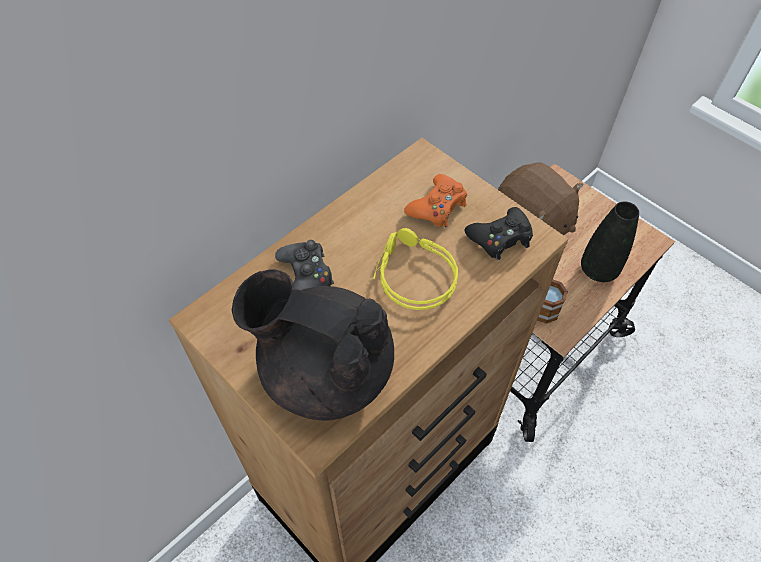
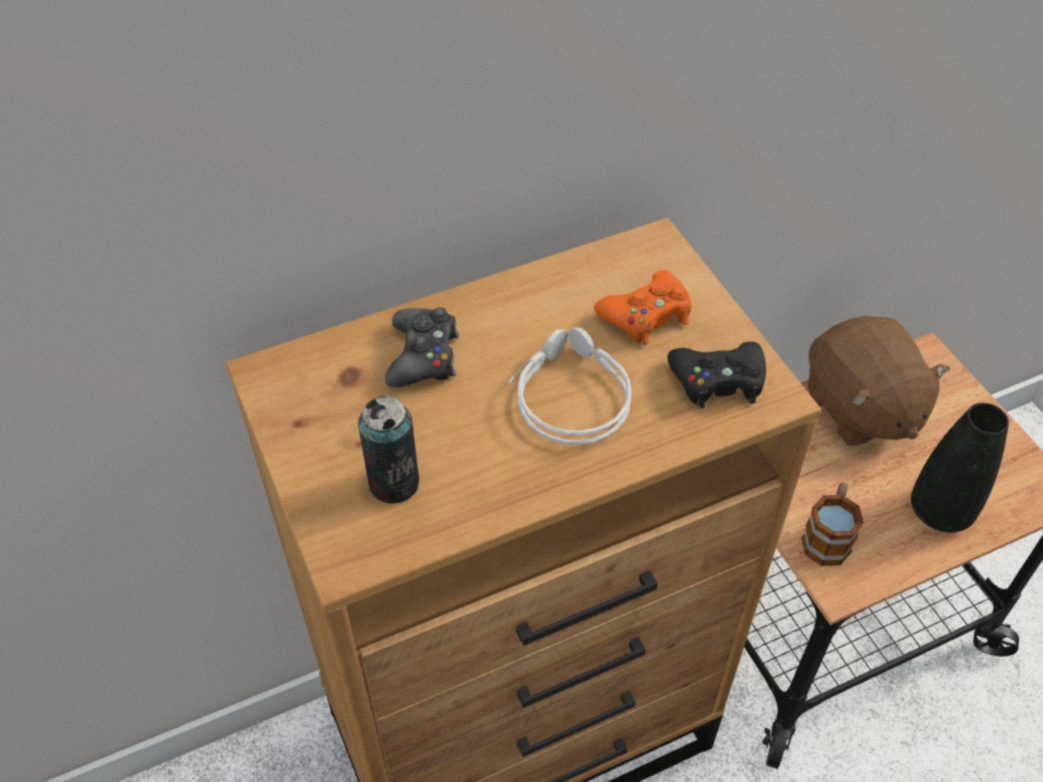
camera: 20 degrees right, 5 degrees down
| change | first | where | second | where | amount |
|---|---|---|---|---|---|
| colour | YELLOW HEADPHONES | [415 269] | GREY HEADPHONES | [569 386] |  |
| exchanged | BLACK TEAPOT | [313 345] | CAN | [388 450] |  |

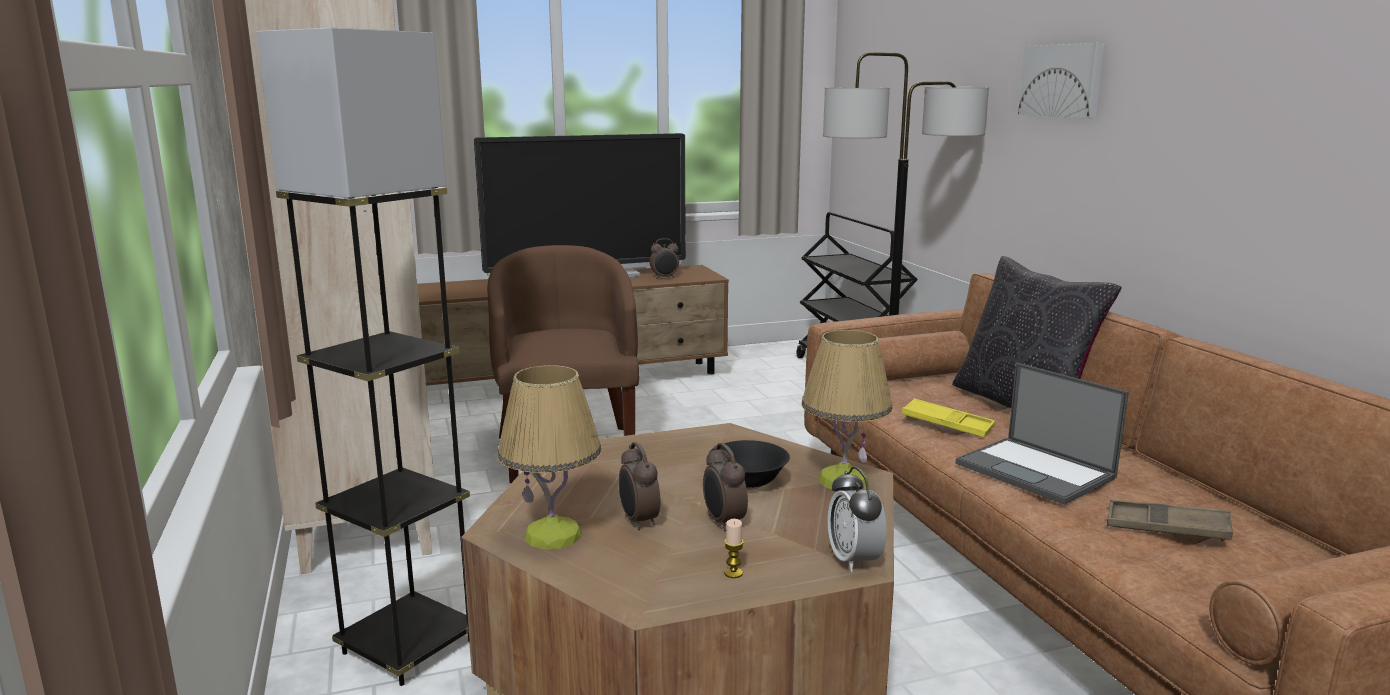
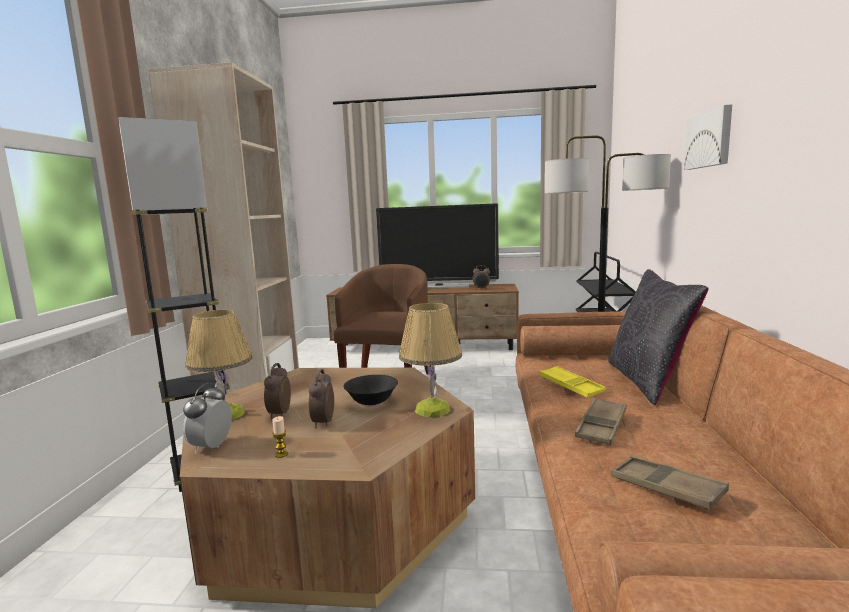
camera: 25 degrees right, 5 degrees down
| change | first | where | second | where | amount |
|---|---|---|---|---|---|
| exchanged | LAPTOP | [1042 434] | BROWN TRAY | [601 421] |  |
| relocated | ALARM CLOCK | [857 519] |  | [207 418] |  |

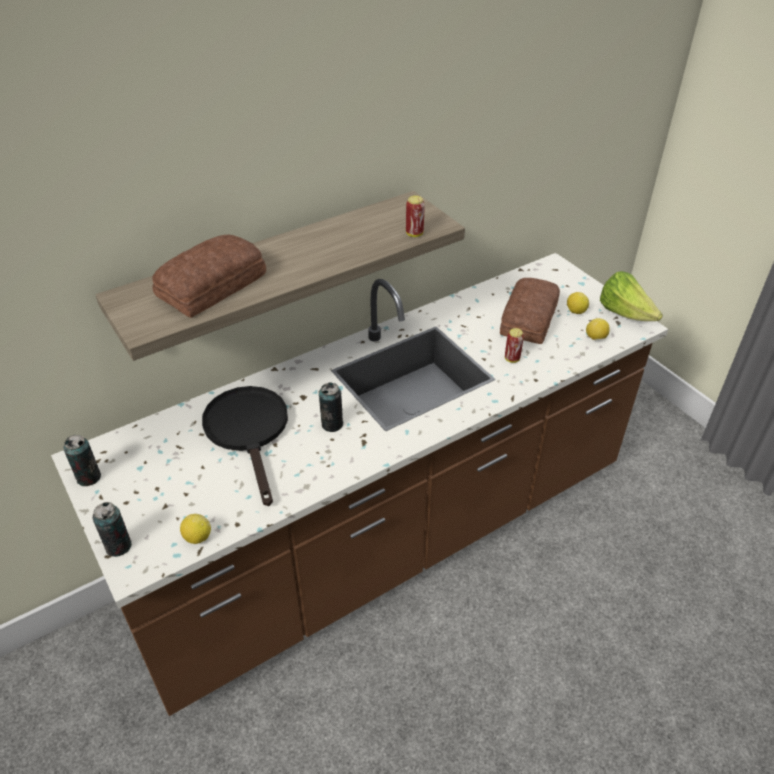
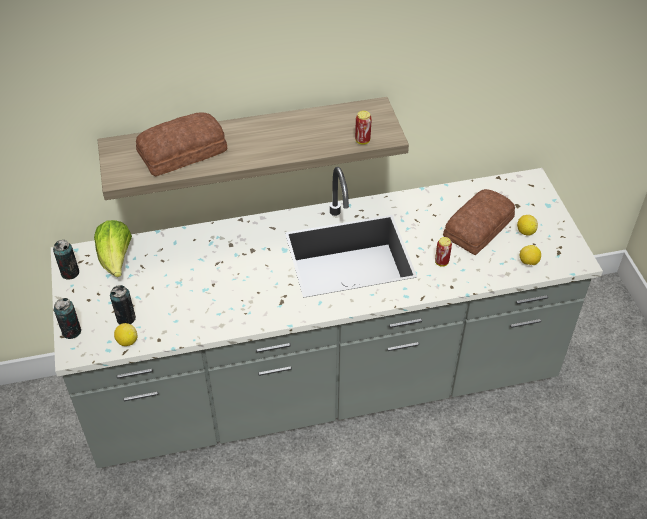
camera: 20 degrees right, 5 degrees up
| change | first | where | second | where | amount |
|---|---|---|---|---|---|
| colour | BROWN COUNTER | [359 484] | GREY COUNTER | [327 317] |  |
| relocated | LETTUCE | [631 296] |  | [113 248] |  |
| relocated | CAN | [331 407] |  | [123 304] |  |
| missing | BLACK FRYING PAN | [245 446] |  |  |  |

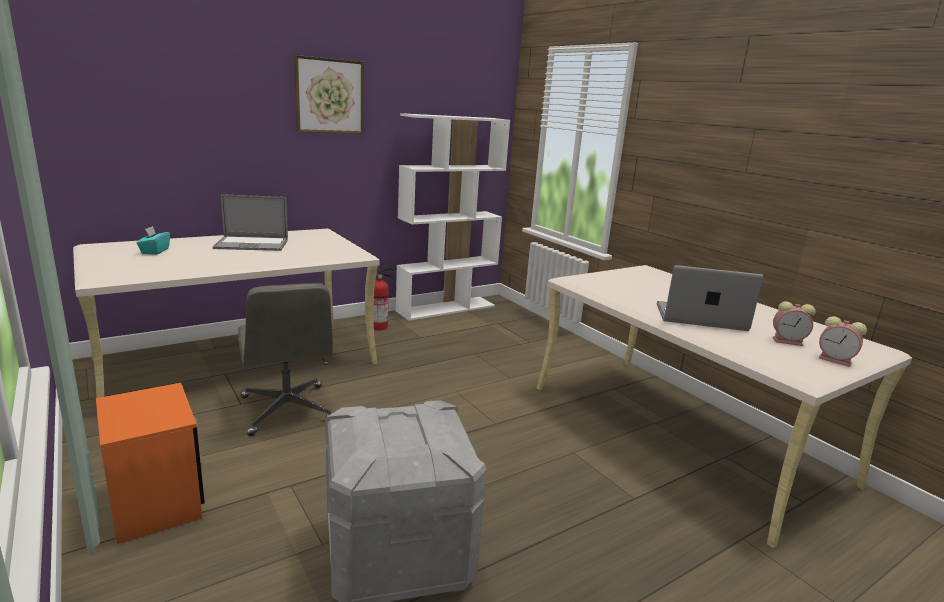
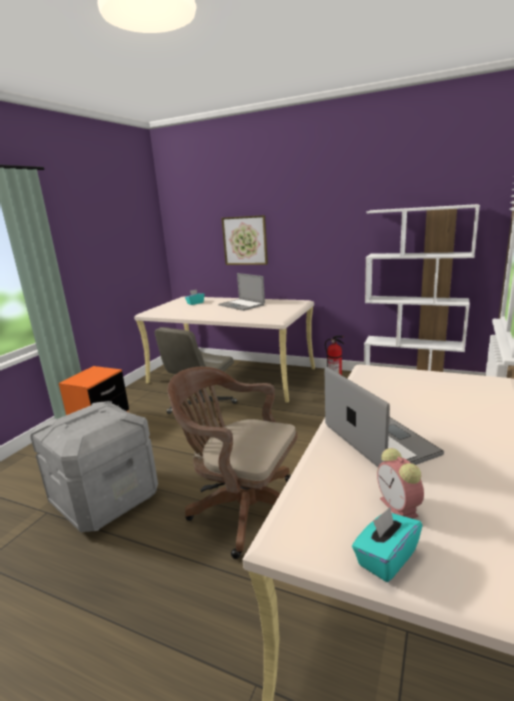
camera: 60 degrees right, 0 degrees up
| change | first | where | second | where | amount |
|---|---|---|---|---|---|
| relocated | PICTURE | [329 94] |  | [244 240] |  |
| exchanged | ALARM CLOCK | [843 341] | TURQUOISE TISSUE BOX | [387 544] |  |
| appeared |  |  | BROWN OFFICE CHAIR | [232 463] |  |

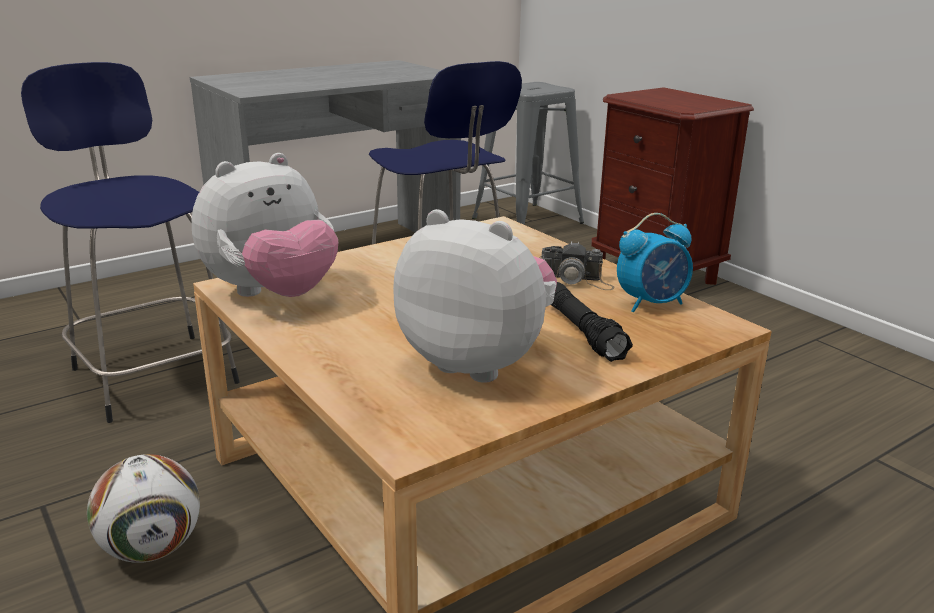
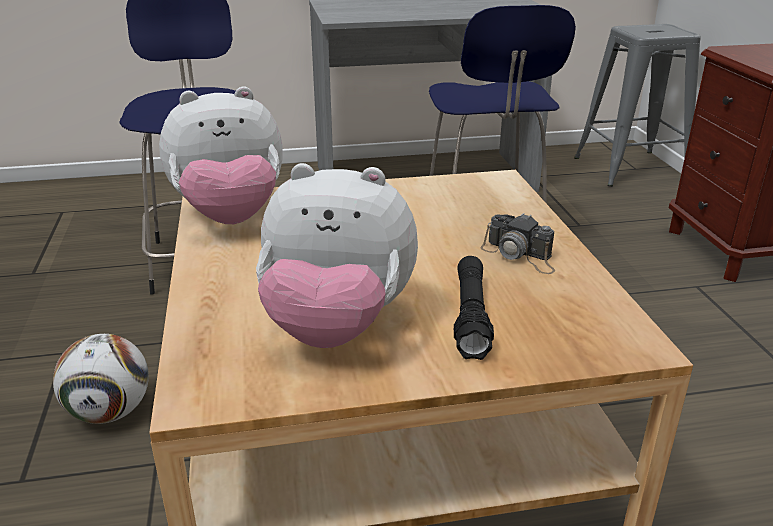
camera: 25 degrees right, 5 degrees up
| change | first | where | second | where | amount |
|---|---|---|---|---|---|
| spun | PLUSH TOY | [475 296] |  | [337 255] | 135 degrees clockwise |
| missing | ALARM CLOCK | [655 262] |  |  |  |

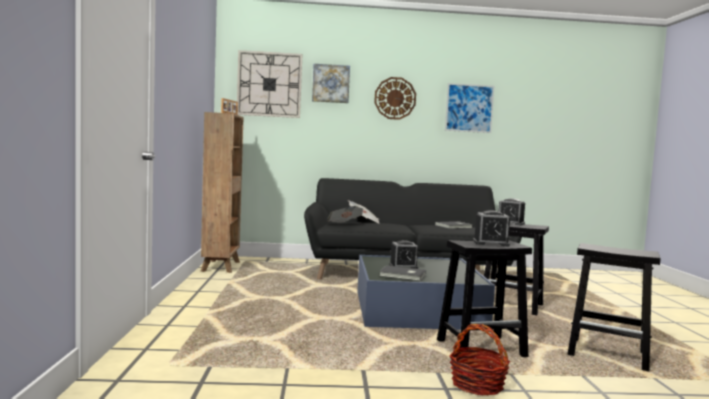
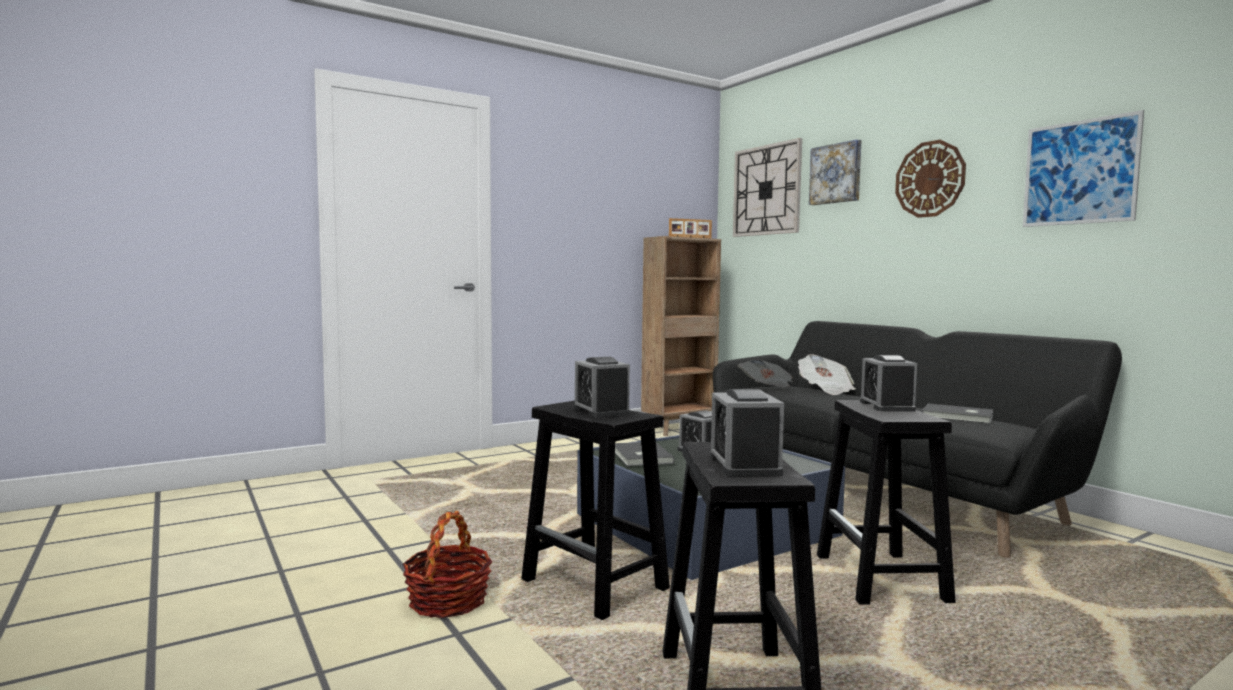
camera: 60 degrees right, 0 degrees up
| change | first | where | second | where | amount |
|---|---|---|---|---|---|
| appeared |  |  | ALARM CLOCK | [747 433] |  |

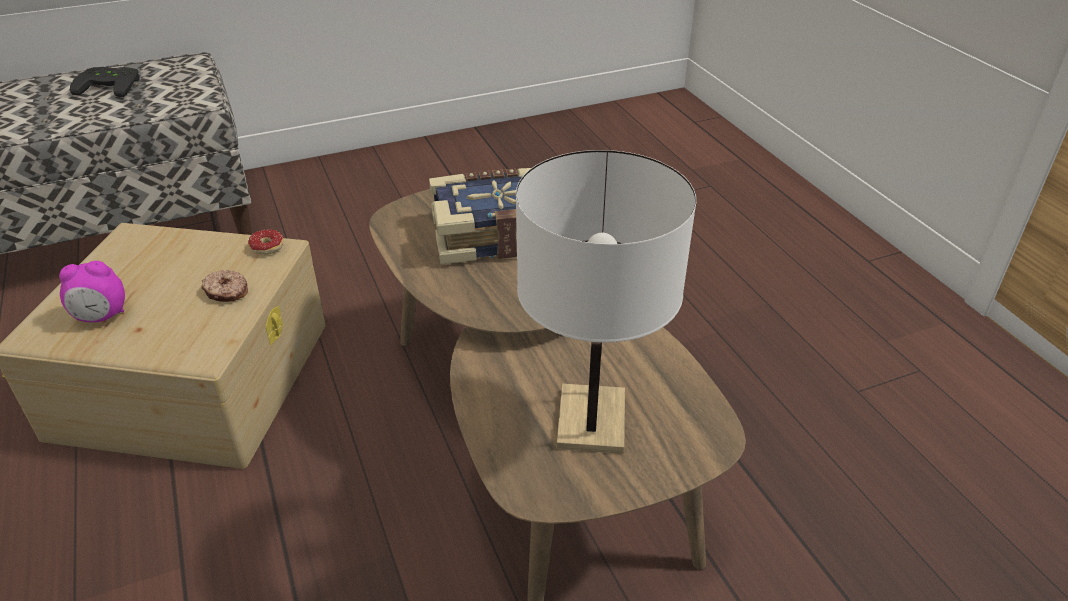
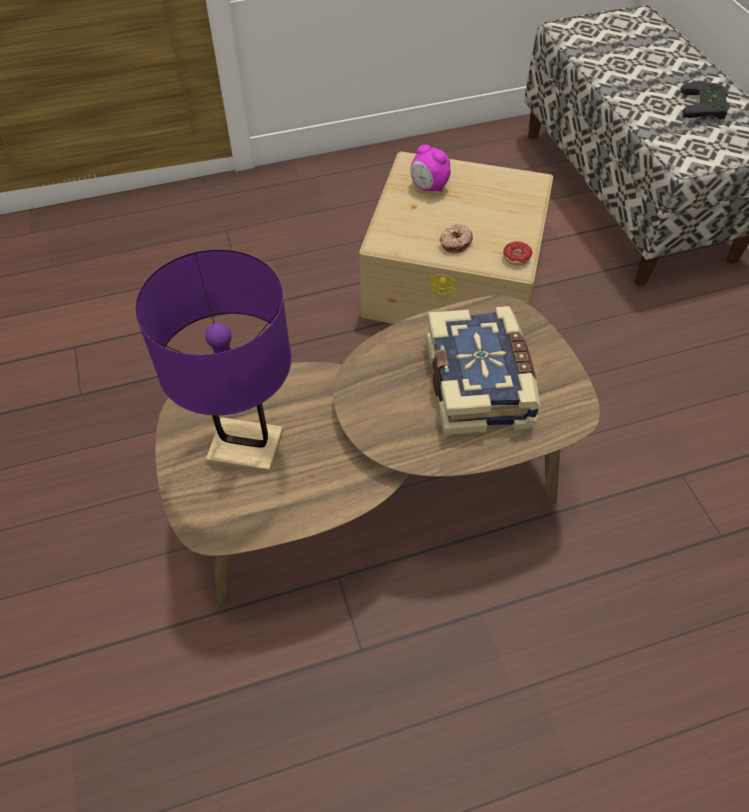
camera: 95 degrees right, 15 degrees up
| change | first | where | second | where | amount |
|---|---|---|---|---|---|
| colour | WHITE TABLE LAMP | [606 302] | PURPLE TABLE LAMP | [213 361] |  |
| spun | ALARM CLOCK | [92 291] |  | [431 168] | 45 degrees counterclockwise |

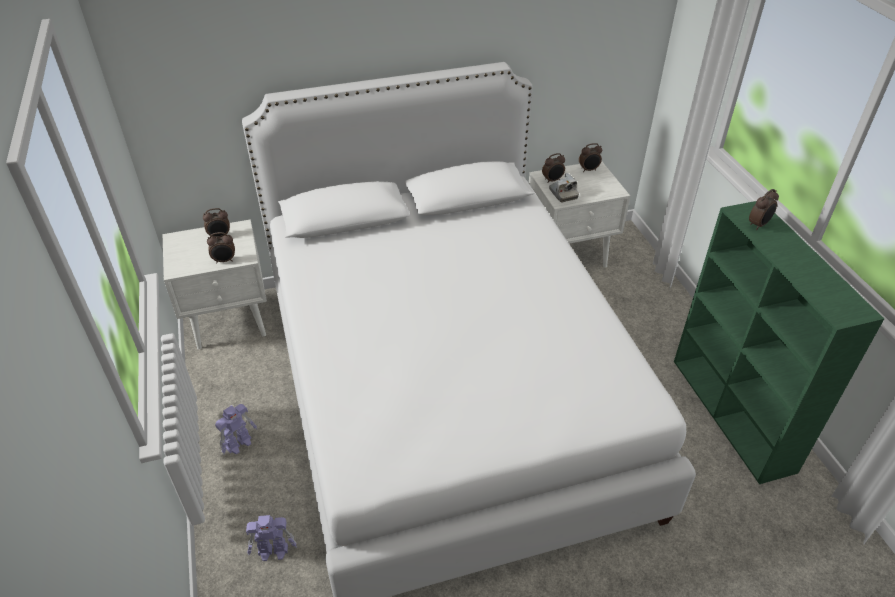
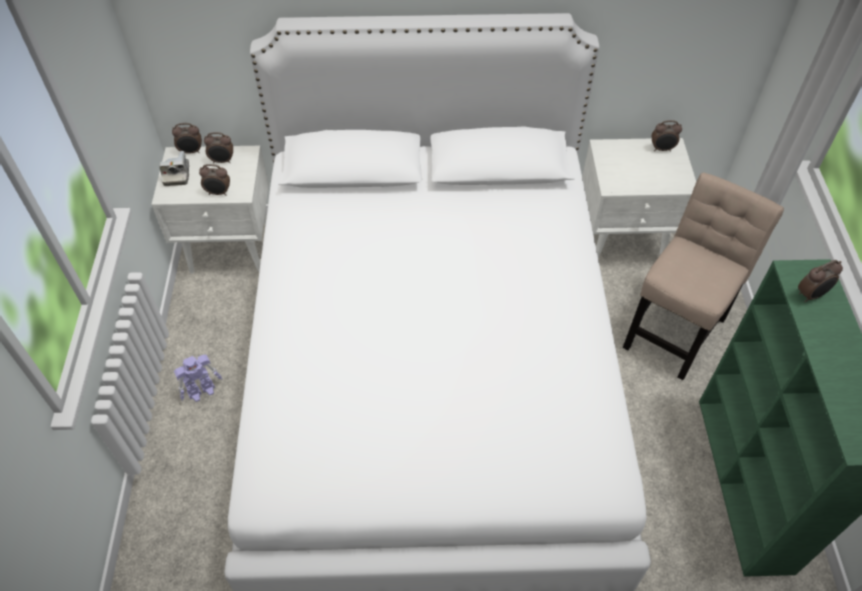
camera: 15 degrees right, 10 degrees up
| change | first | where | second | where | amount |
|---|---|---|---|---|---|
| relocated | ALARM CLOCK | [553 168] |  | [187 138] |  |
| relocated | PHOTO CAMERA | [564 188] |  | [174 168] |  |
| missing | TOY ROBOT | [271 538] |  |  |  |
| appeared |  |  | BEIGE CHAIR | [703 276] |  |

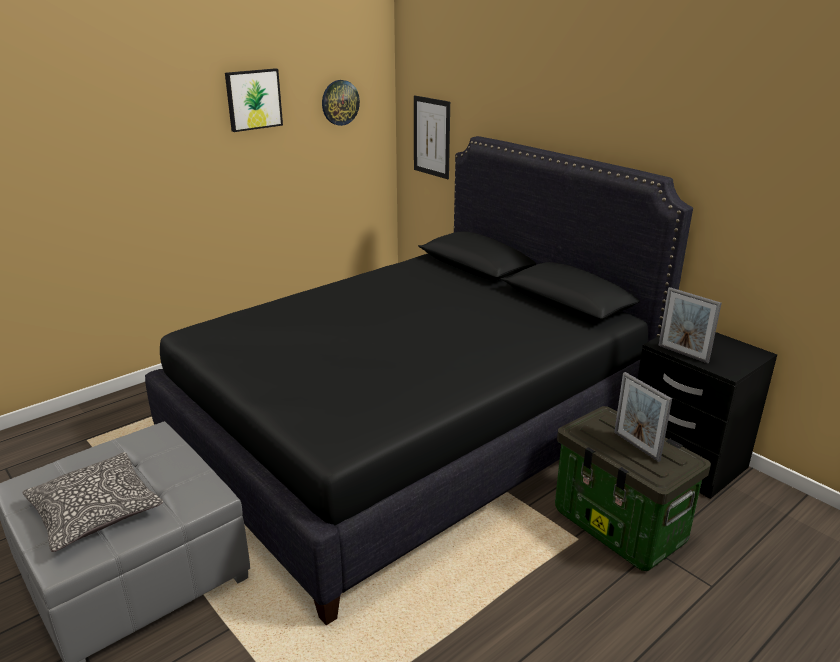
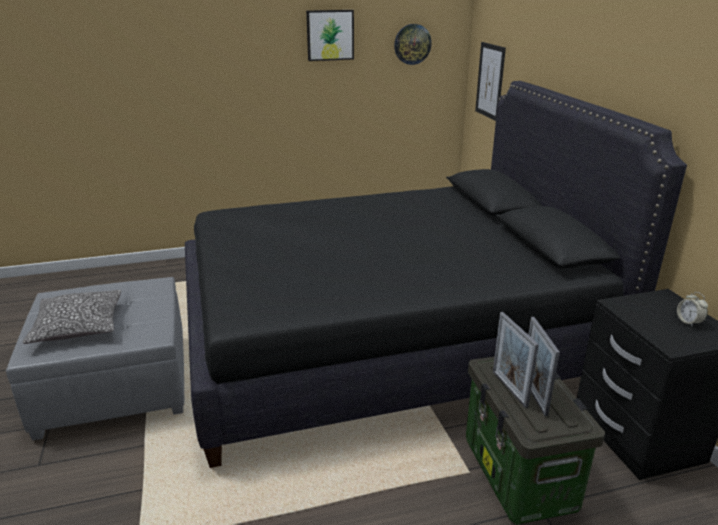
camera: 25 degrees right, 0 degrees up
| change | first | where | second | where | amount |
|---|---|---|---|---|---|
| relocated | PICTURE FRAME | [690 325] |  | [516 360] |  |
| appeared |  |  | ALARM CLOCK | [692 309] |  |

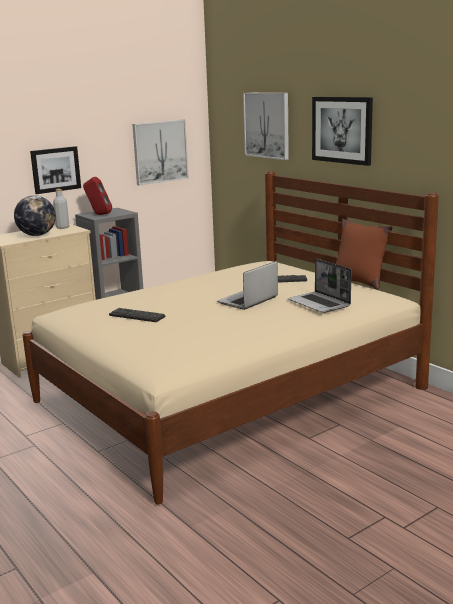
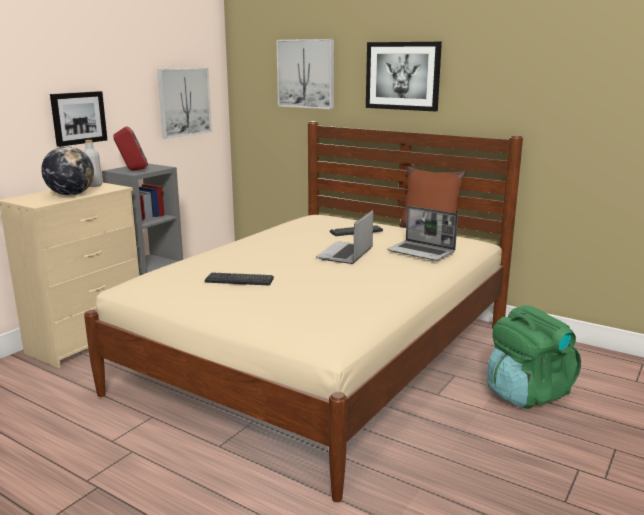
camera: 20 degrees left, 0 degrees up
| change | first | where | second | where | amount |
|---|---|---|---|---|---|
| appeared |  |  | GREEN BACKPACK | [534 357] |  |

